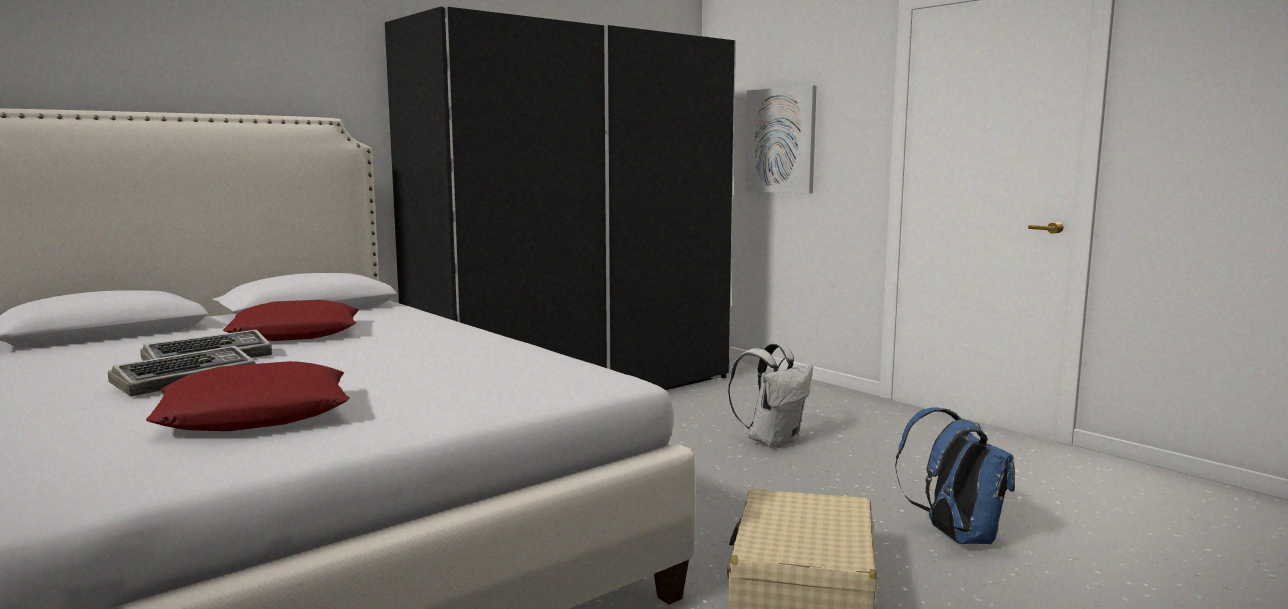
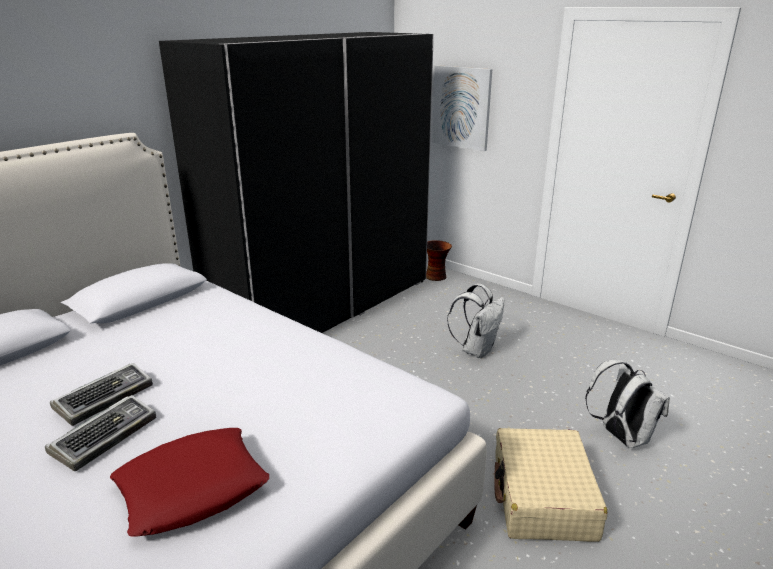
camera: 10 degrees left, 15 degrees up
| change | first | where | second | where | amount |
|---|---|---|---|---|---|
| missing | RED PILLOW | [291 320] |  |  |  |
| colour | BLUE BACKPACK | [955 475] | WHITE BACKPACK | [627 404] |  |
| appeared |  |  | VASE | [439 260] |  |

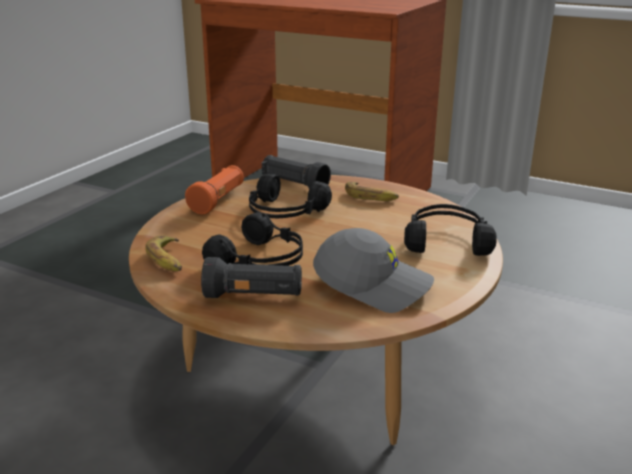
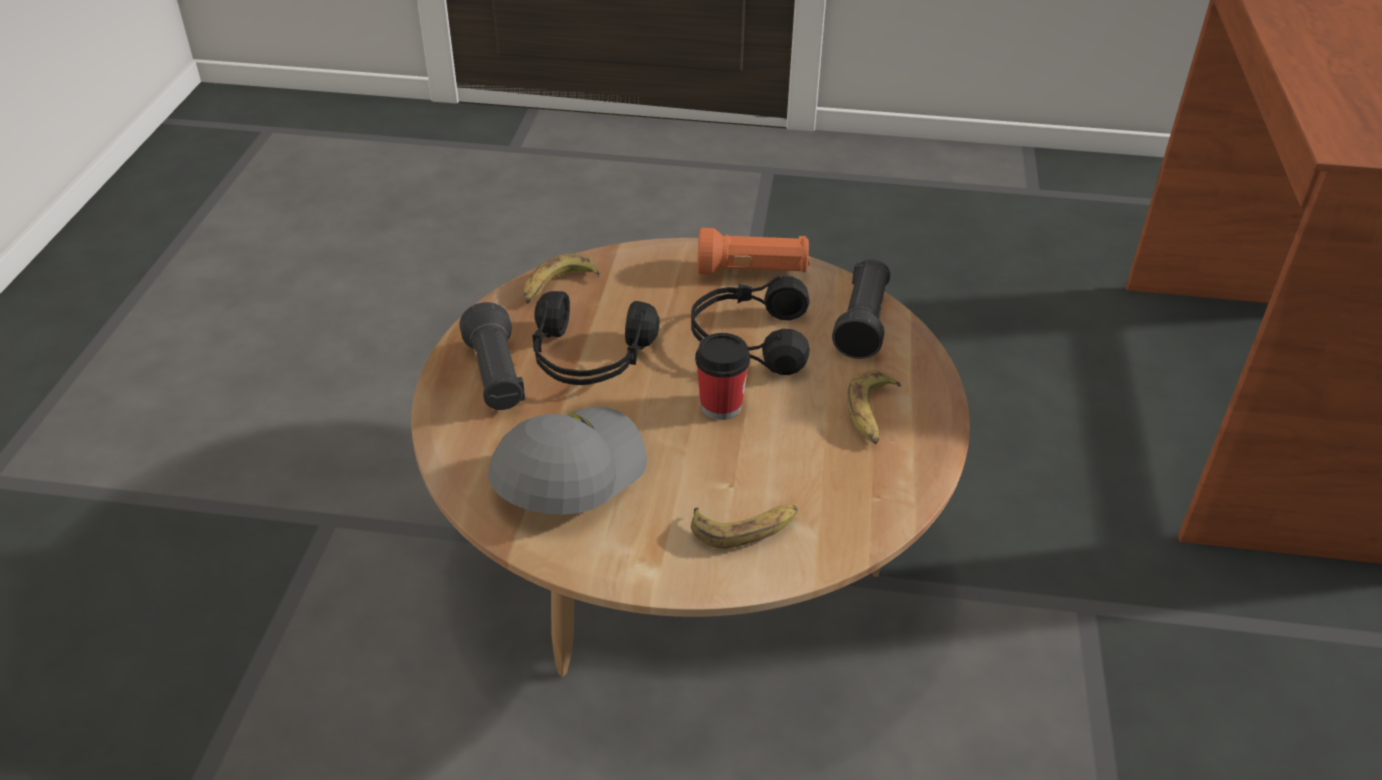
camera: 70 degrees right, 15 degrees up
| change | first | where | second | where | amount |
|---|---|---|---|---|---|
| exchanged | BLACK HEADPHONES | [450 230] | BANANA | [744 527] |  |
| spun | GREY CAP | [373 270] |  | [567 461] | 150 degrees counterclockwise |
| appeared |  |  | CUP | [722 376] |  |

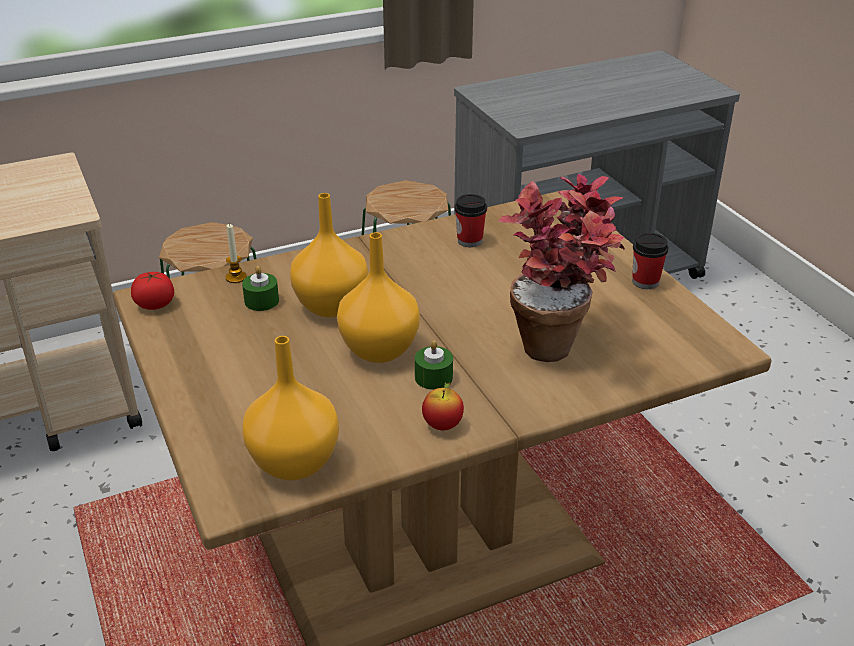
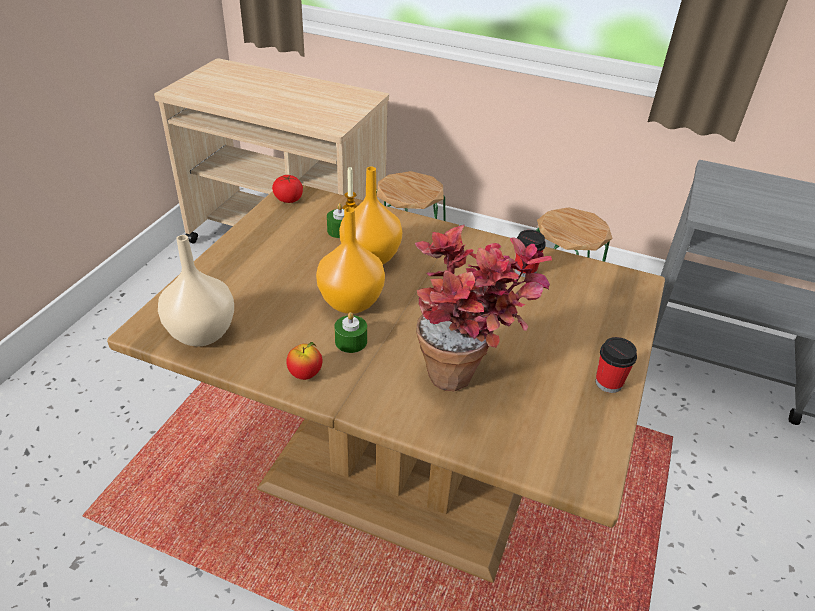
camera: 45 degrees right, 5 degrees up
| change | first | where | second | where | amount |
|---|---|---|---|---|---|
| colour | ORANGE VASE | [290 408] | BEIGE VASE | [196 291] |  |

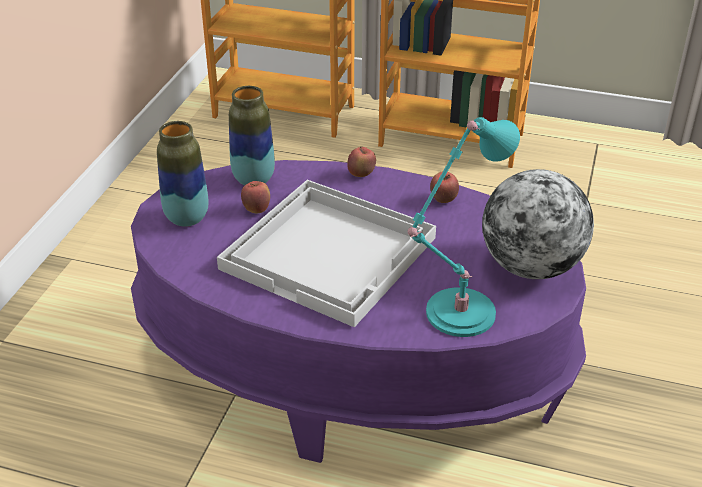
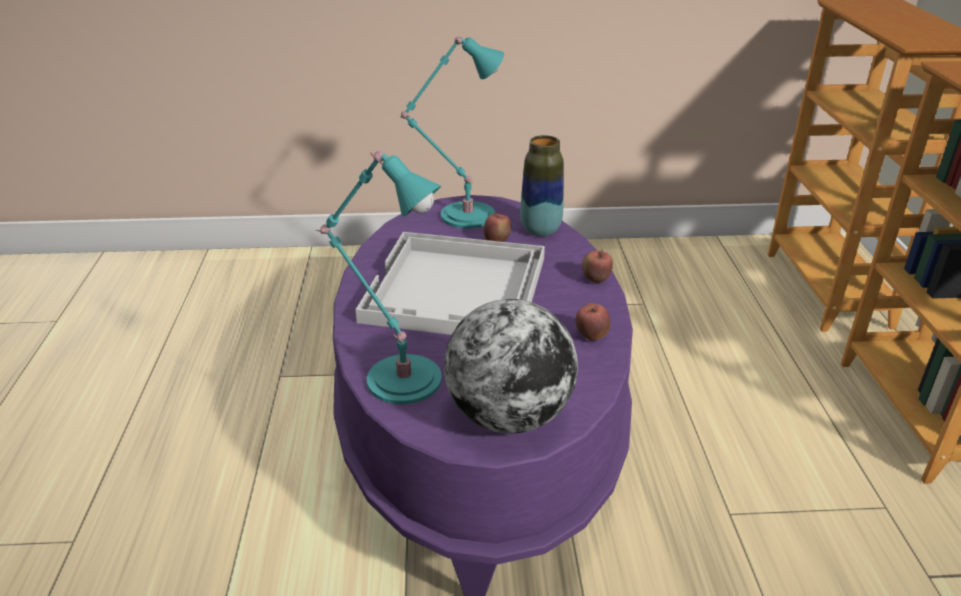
camera: 70 degrees right, 5 degrees down
| change | first | where | second | where | amount |
|---|---|---|---|---|---|
| exchanged | VASE | [183 174] | TURQUOISE TABLE LAMP | [452 132] |  |

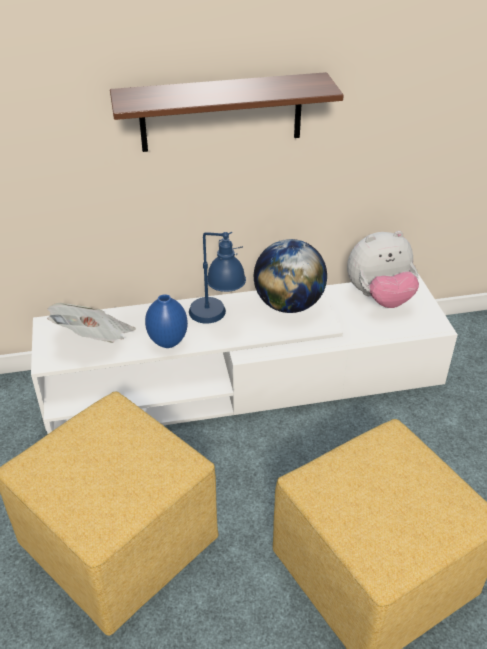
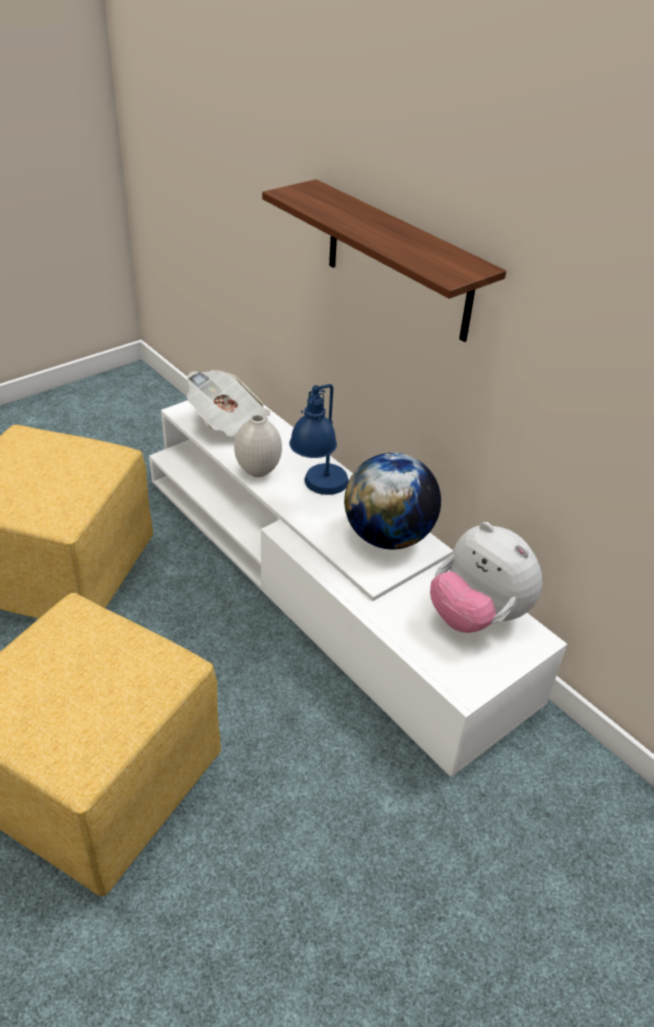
camera: 60 degrees right, 0 degrees up
| change | first | where | second | where | amount |
|---|---|---|---|---|---|
| colour | BLUE VASE | [166 321] | WHITE VASE | [258 445] |  |

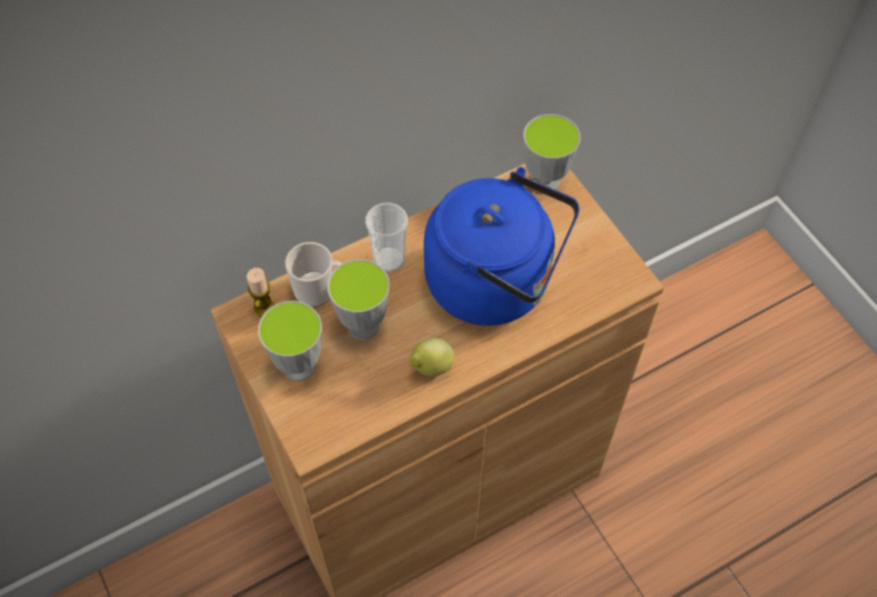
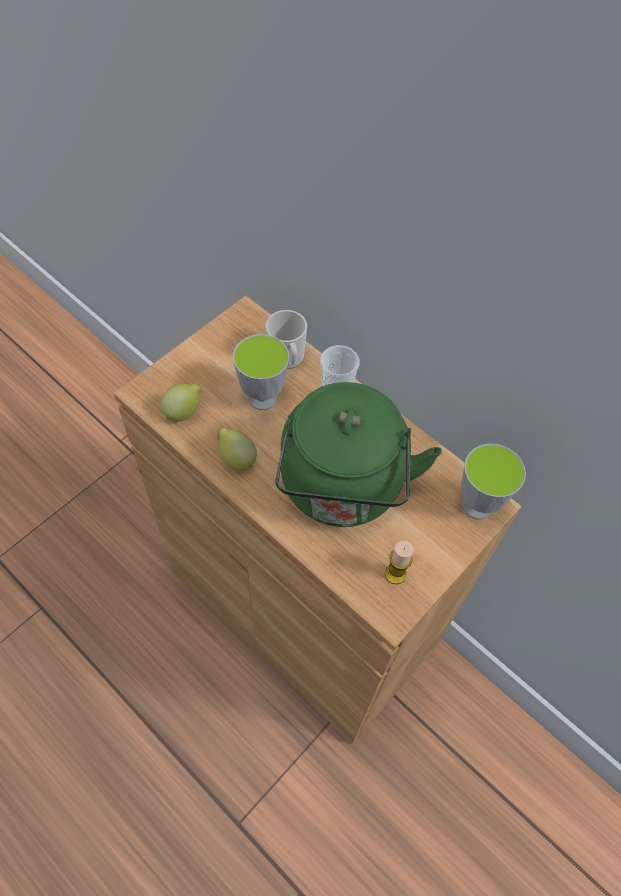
camera: 70 degrees right, 0 degrees up
| change | first | where | second | where | amount |
|---|---|---|---|---|---|
| colour | BLUE KETTLE | [502 246] | GREEN KETTLE | [358 454] |  |
| relocated | CANDLE | [260 292] |  | [399 562] |  |
| missing | CUP | [290 341] |  |  |  |
| appeared |  |  | LEMON | [181 402] |  |

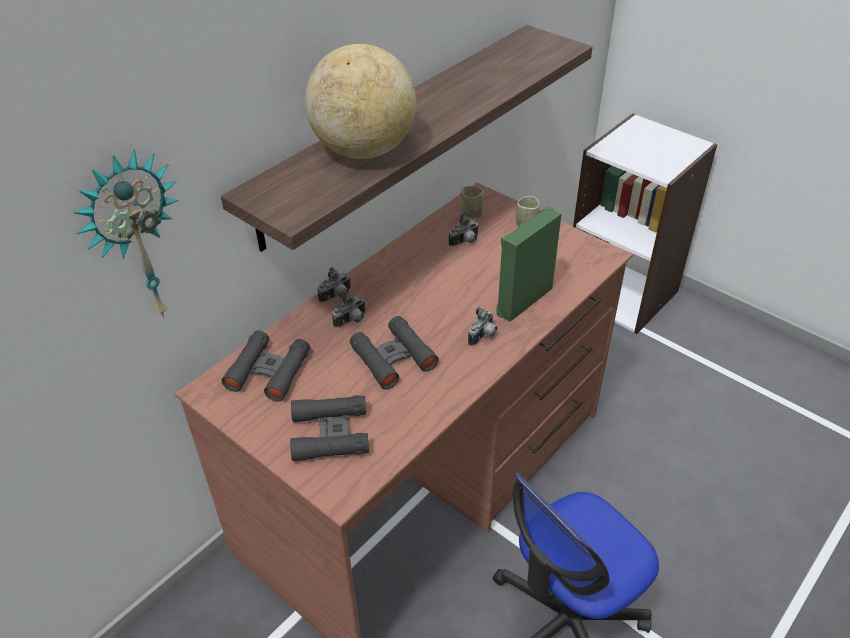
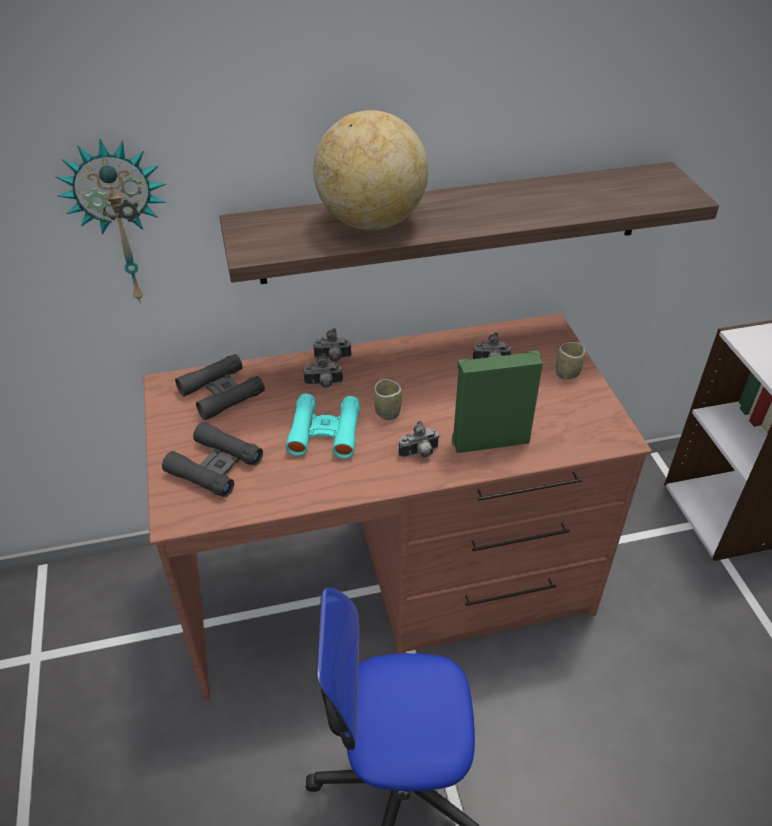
camera: 35 degrees right, 0 degrees up
| change | first | where | second | where | amount |
|---|---|---|---|---|---|
| relocated | CUP | [472 202] |  | [388 399] |  |
| colour | BLACK BINOCULARS | [394 352] | TURQUOISE BINOCULARS | [323 426] |  |

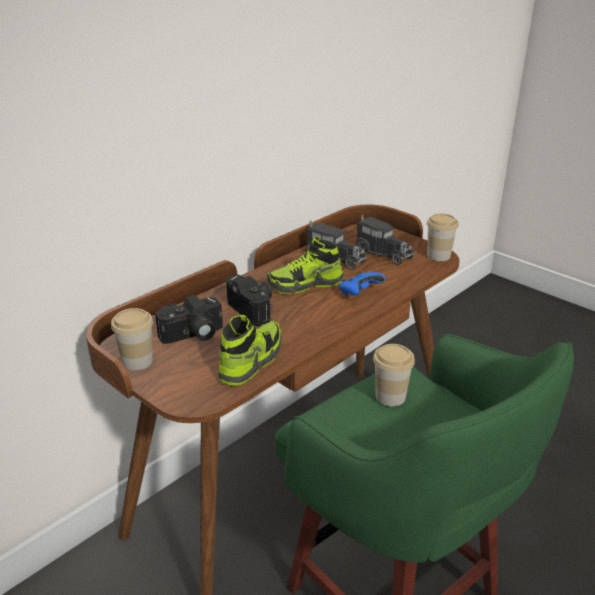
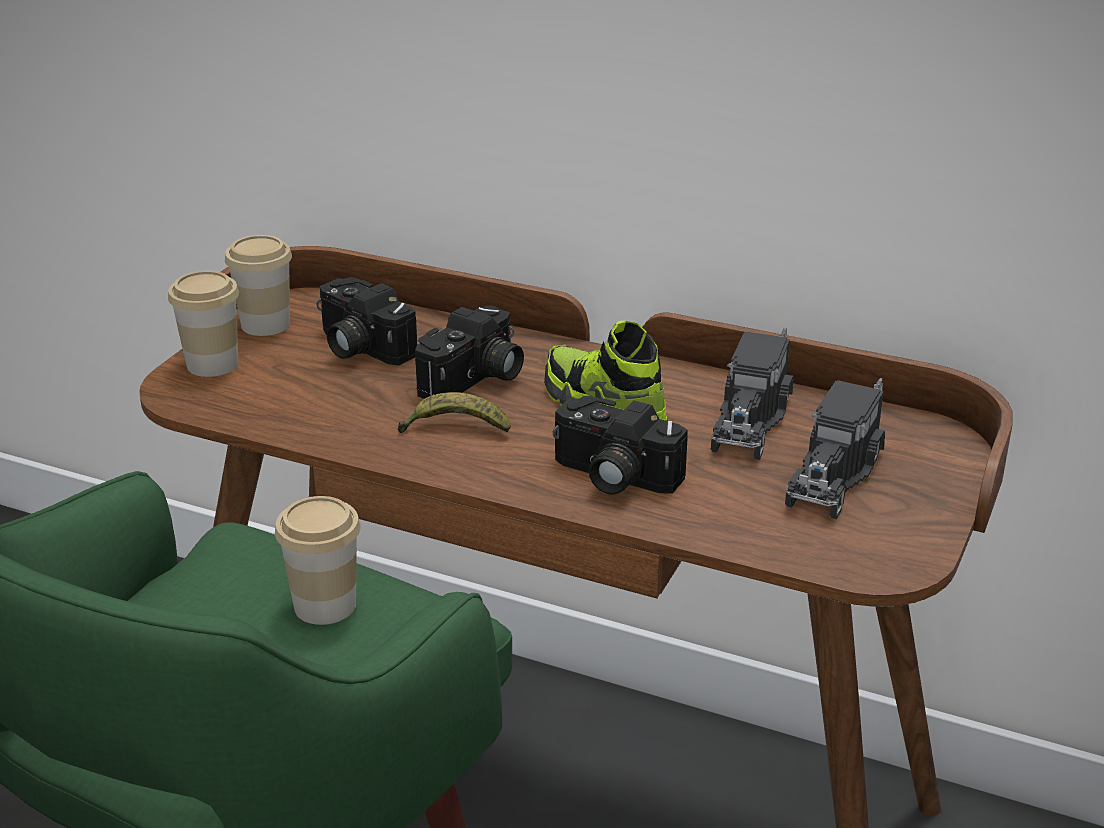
camera: 70 degrees right, 0 degrees up
| change | first | where | second | where | amount |
|---|---|---|---|---|---|
| relocated | CUP | [443 237] |  | [203 324] |  |
| exchanged | BLUE GAME CONTROLLER | [362 283] | PHOTO CAMERA | [620 445] |  |
| missing | SHOE | [250 350] |  |  |  |
| appeared |  |  | BANANA | [454 412] |  |

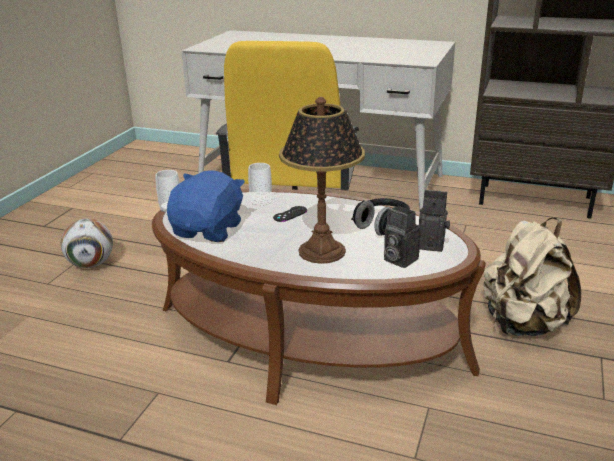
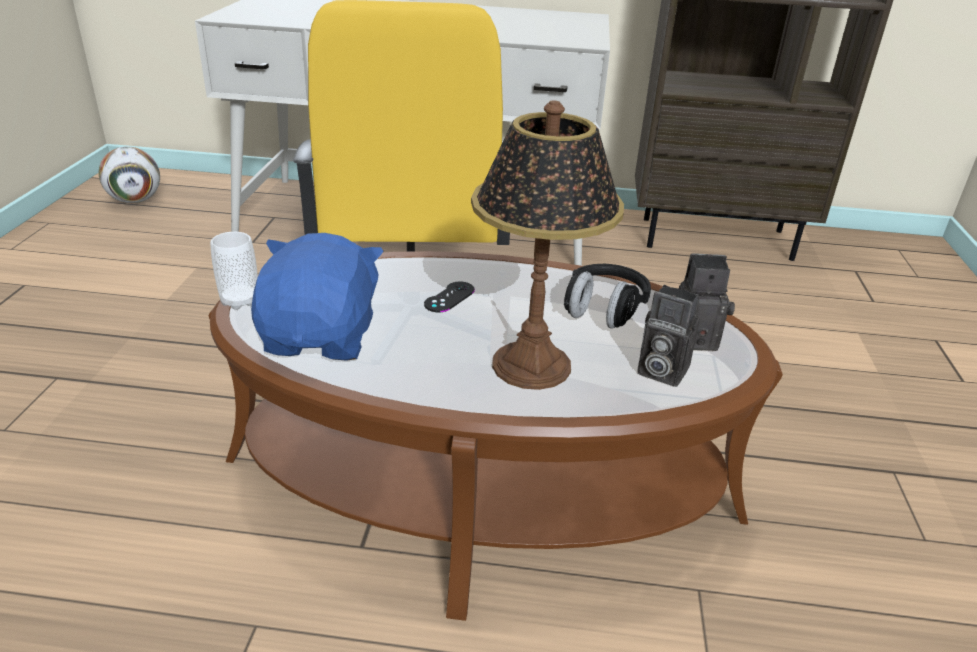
camera: 15 degrees left, 5 degrees up
| change | first | where | second | where | amount |
|---|---|---|---|---|---|
| missing | CUP | [260 184] |  |  |  |
| missing | BEIGE BACKPACK | [532 277] |  |  |  |
| relocated | FOOTBALL | [87 243] |  | [129 174] |  |

